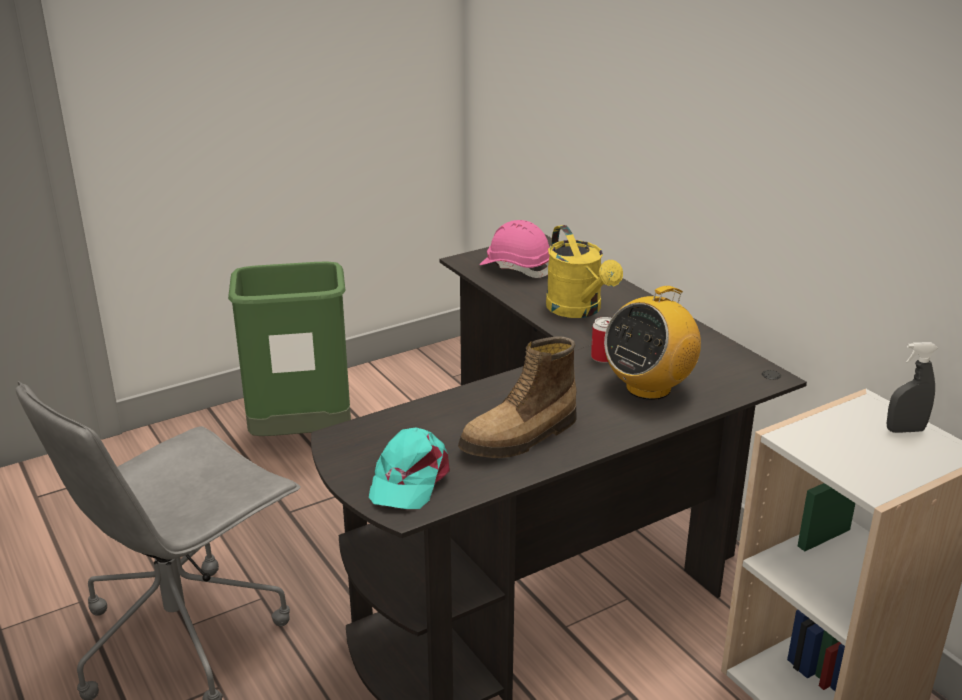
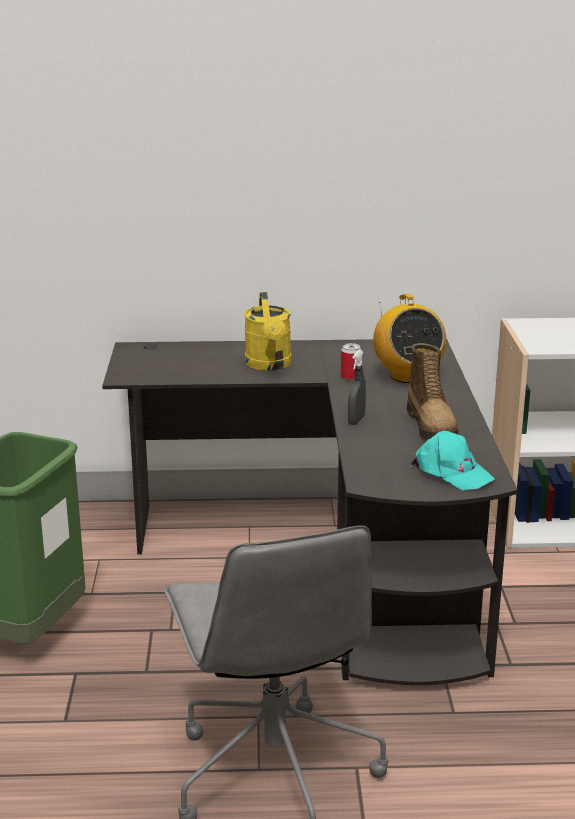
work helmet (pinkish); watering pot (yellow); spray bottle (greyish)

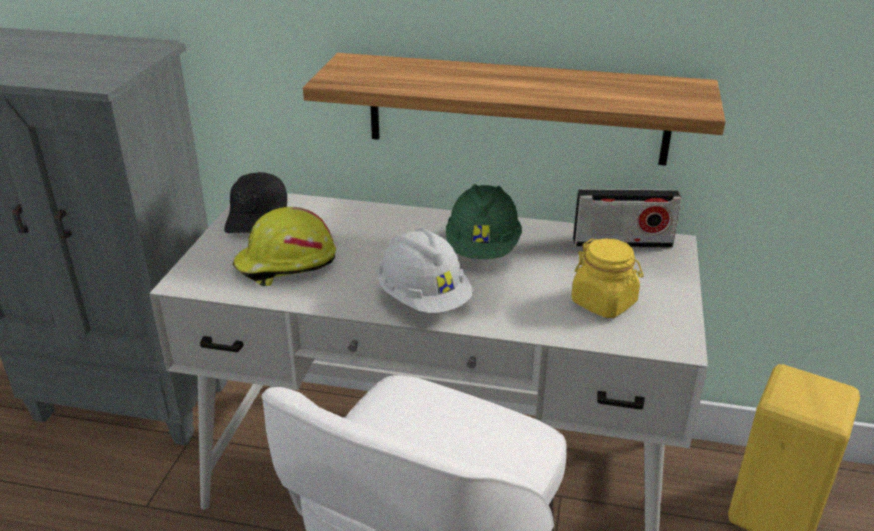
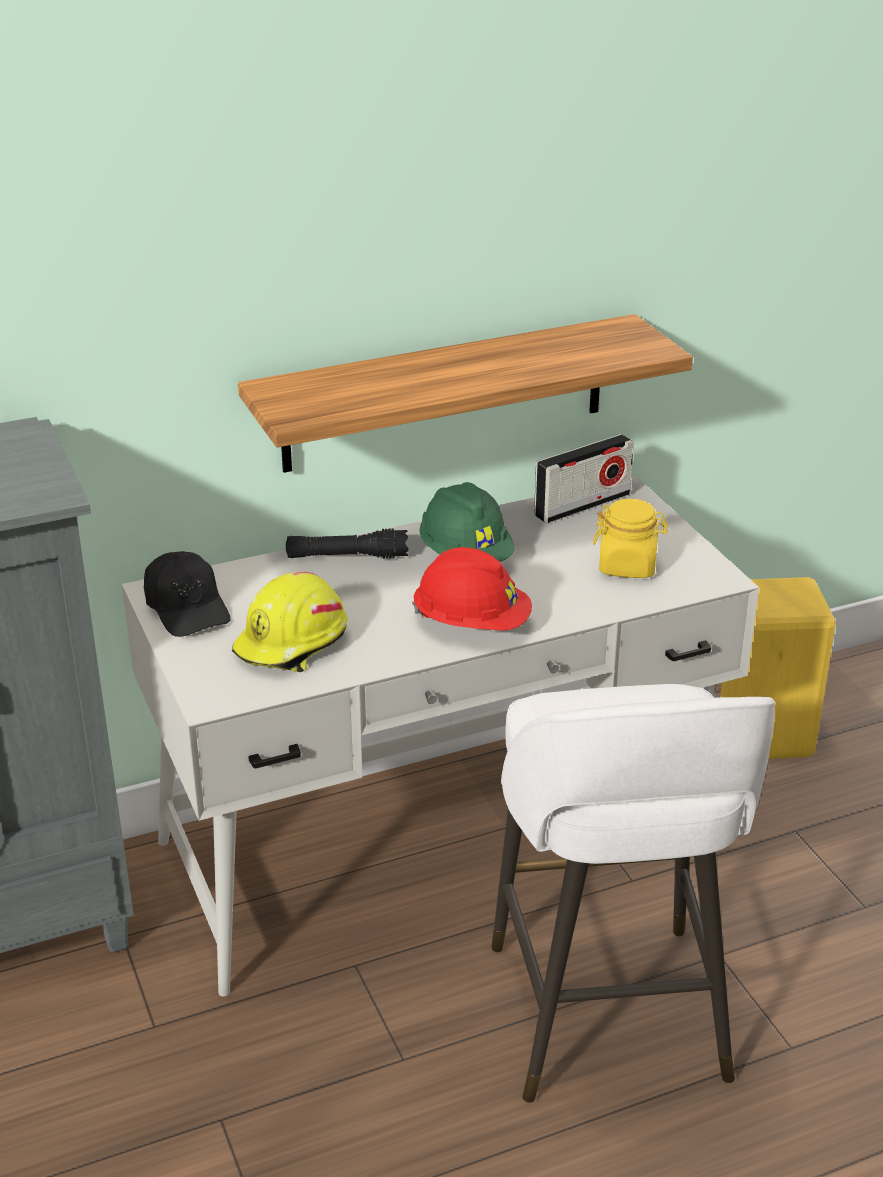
work helmet (red-coloured); flashlight (blackish)

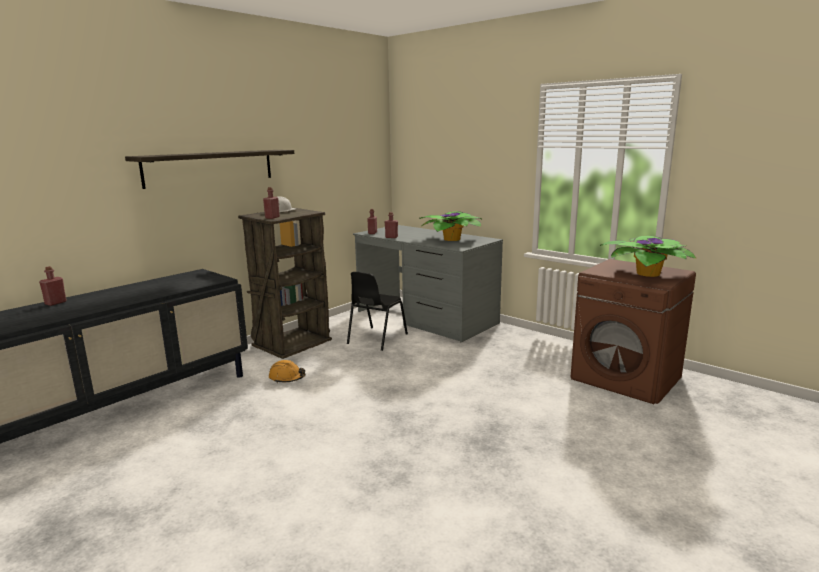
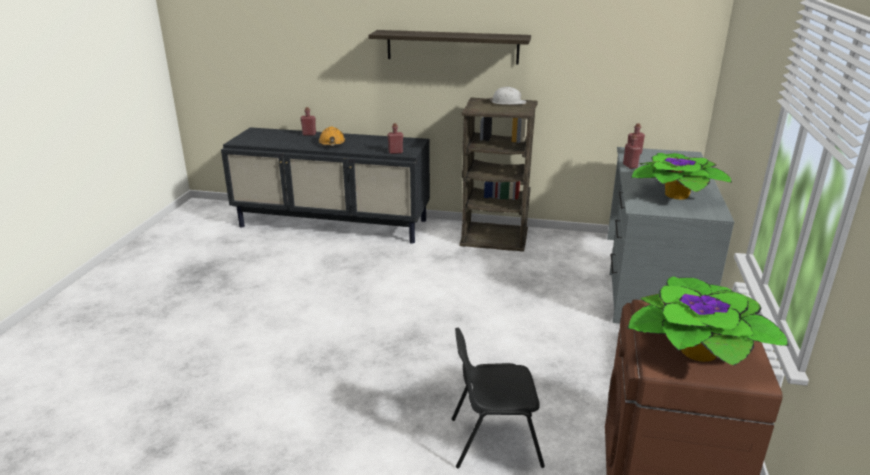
bottle (red-coloured) (2nd from left); work helmet (orangey); plain chair (blackish)

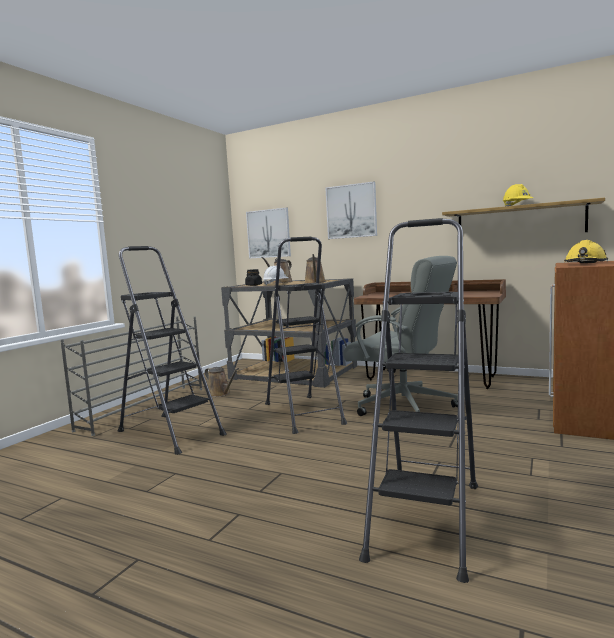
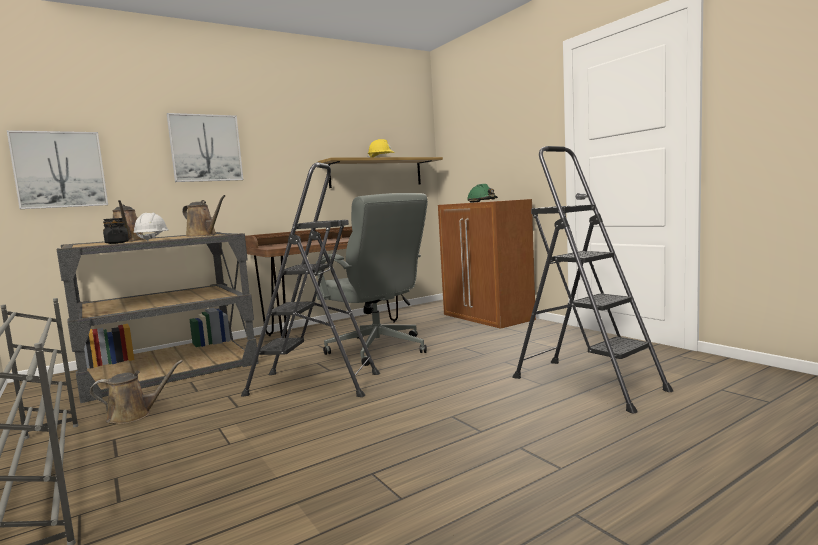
stepladder (1st from left in the first image); desk chair (greyish); work helmet (greenish)

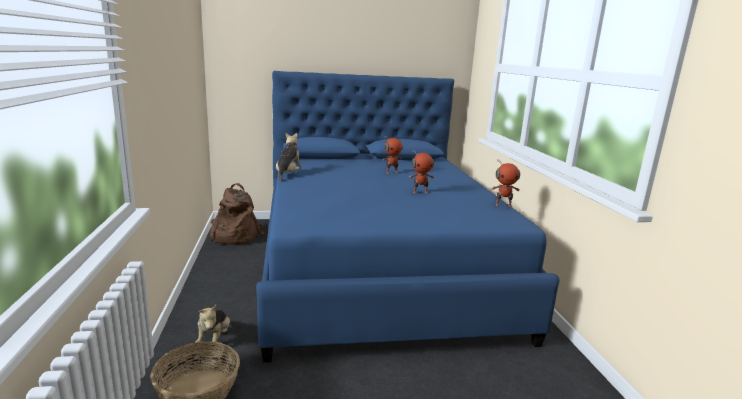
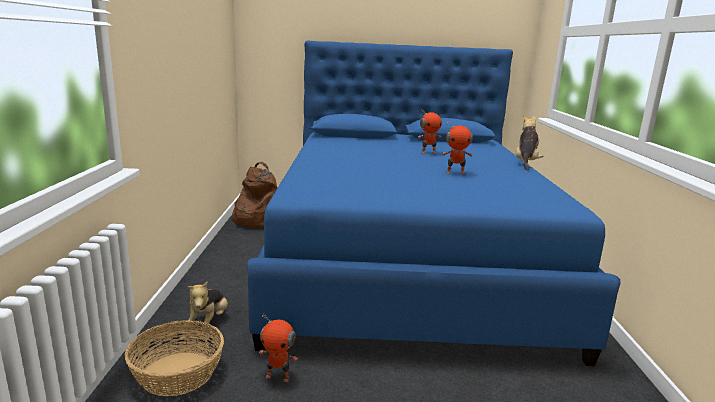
plush toy (2nd from left); toy robot (1st from left)

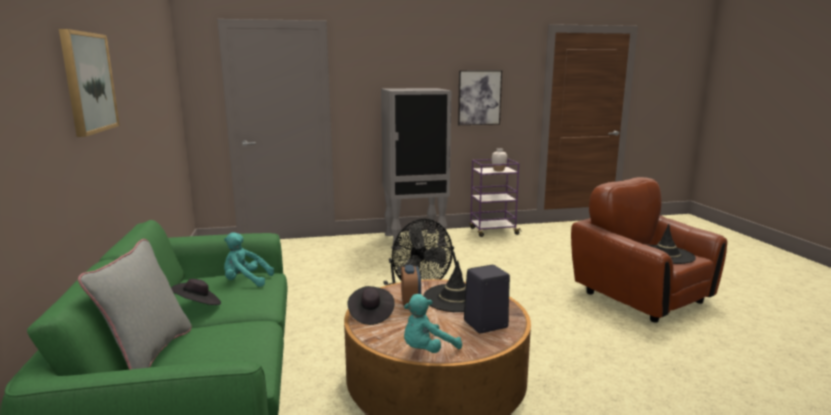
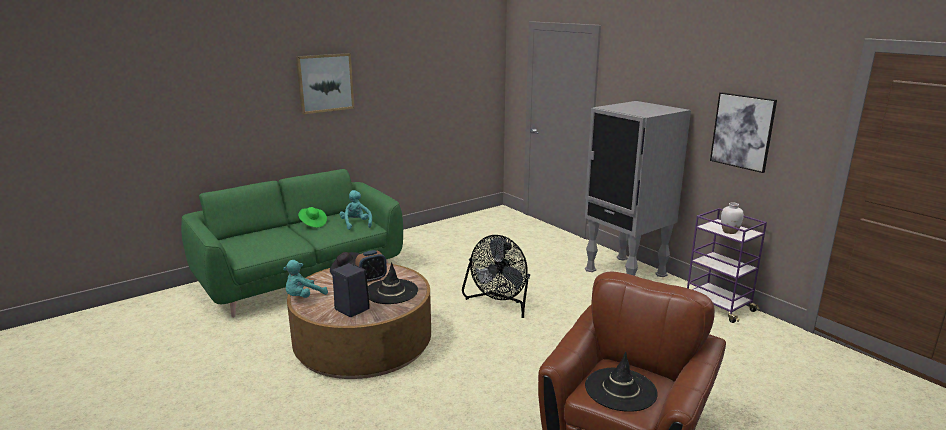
throw pillow (greyish); hat (greenish); plush toy (turquoise-coloured) (1st from left)

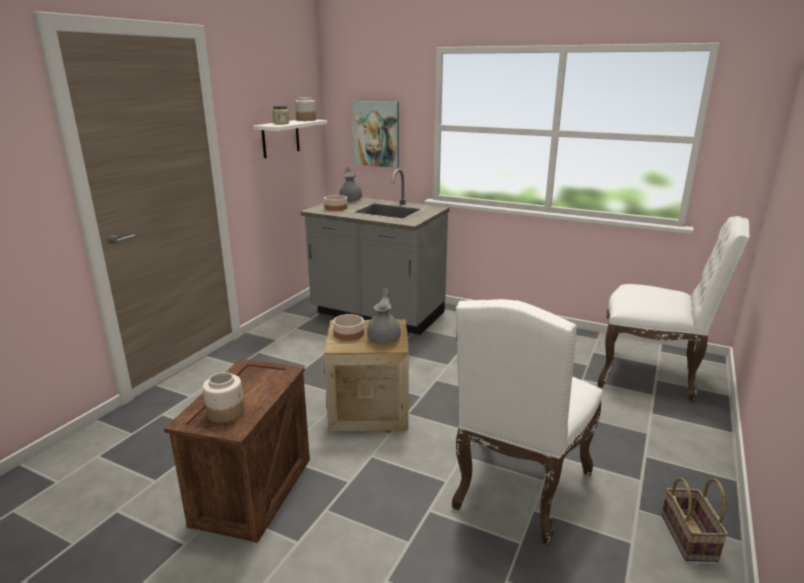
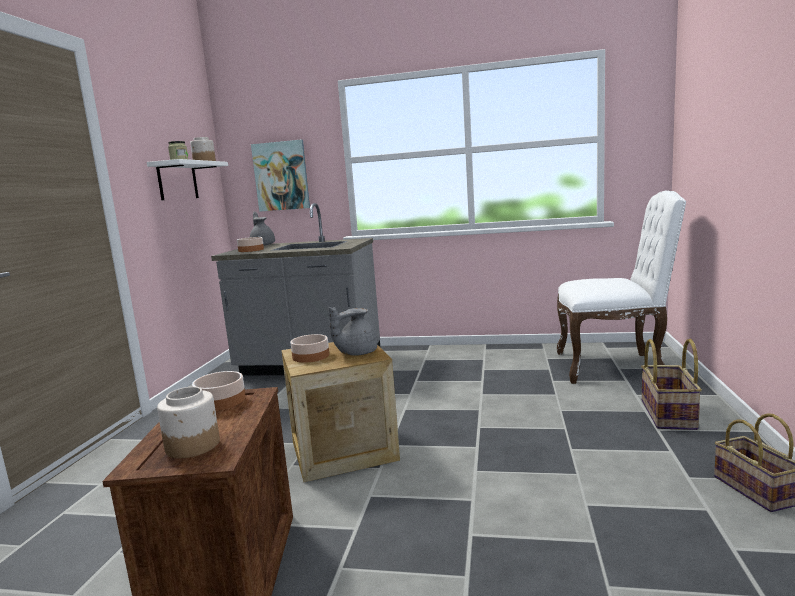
tea pot (greyish) (2nd from left); plain chair (whitish) (1st from left in the first image); serving bowl (1st from left); household basket (1st from left)

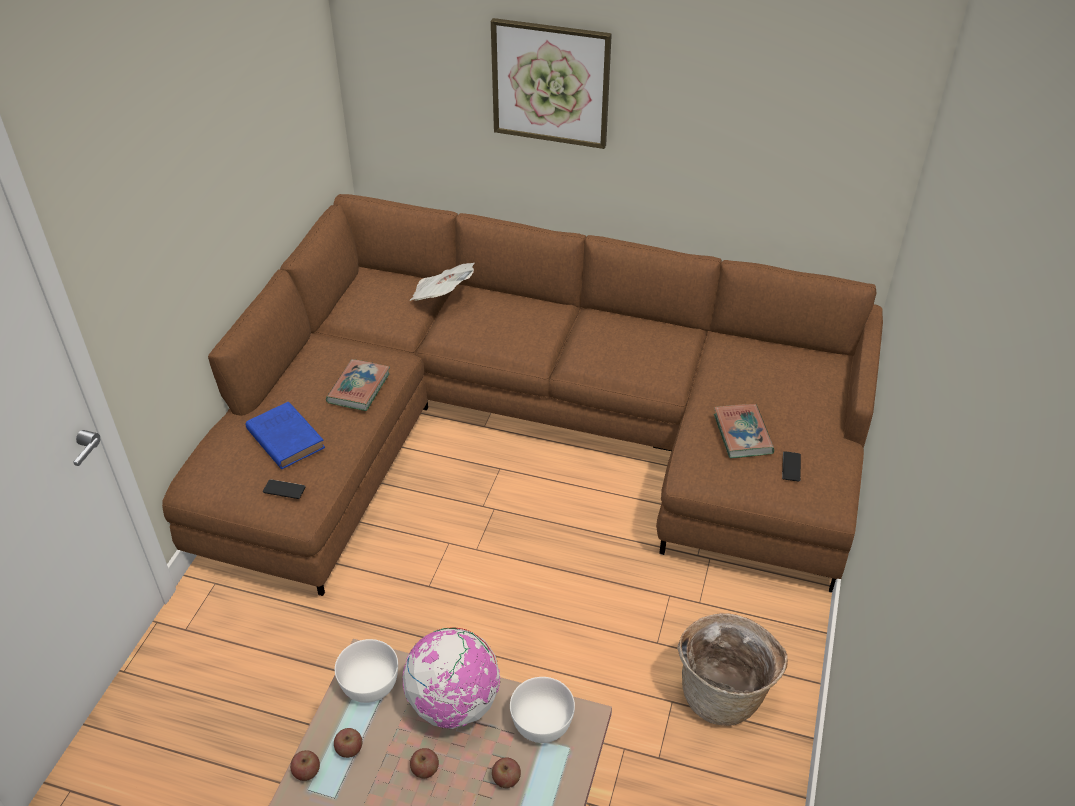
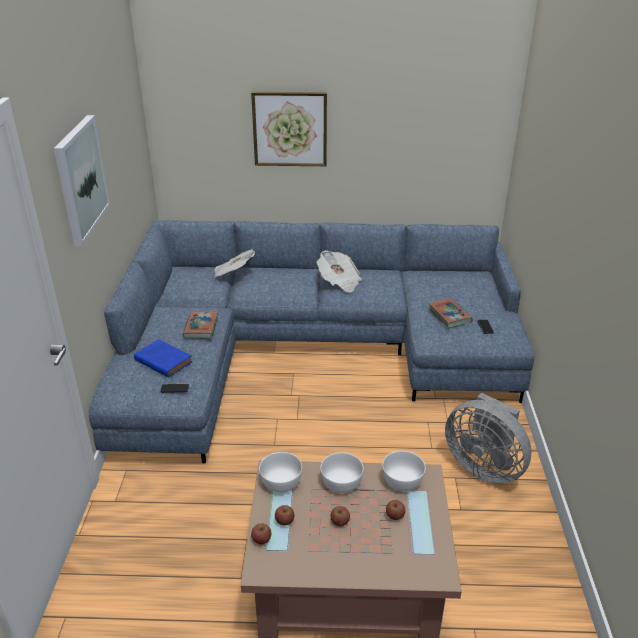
sofa (blue-coloured); serving bowl (whitish) (2nd from left); electric fan (greyish); picture (1st from left); printed paper (2nd from left)

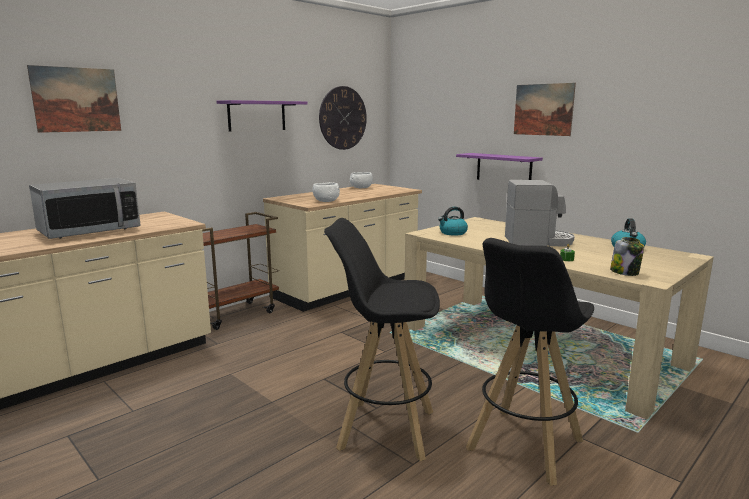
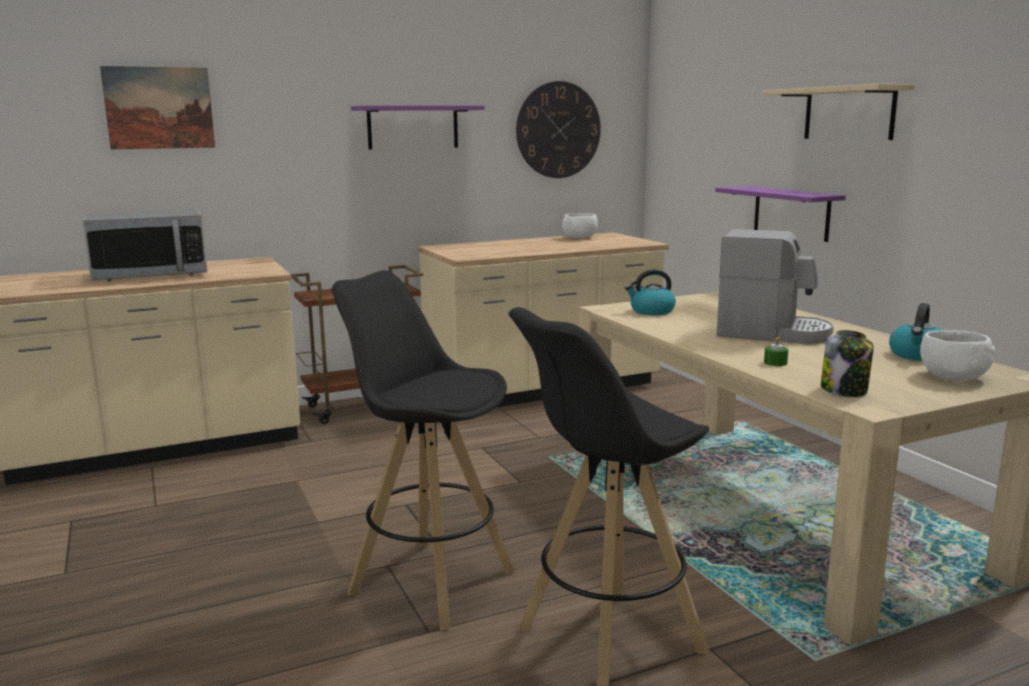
serving bowl (whitish) (2nd from left); shelf (beige-coloured)

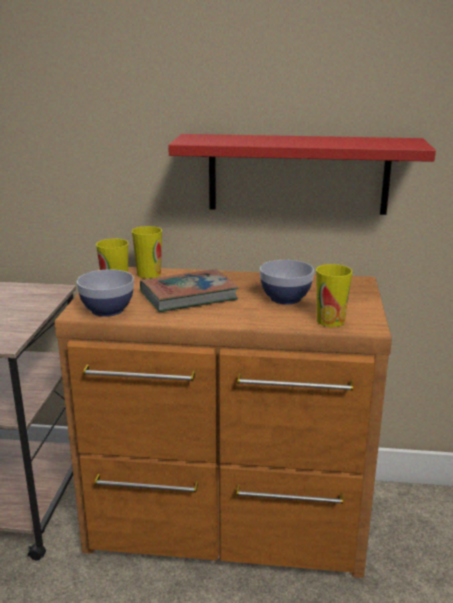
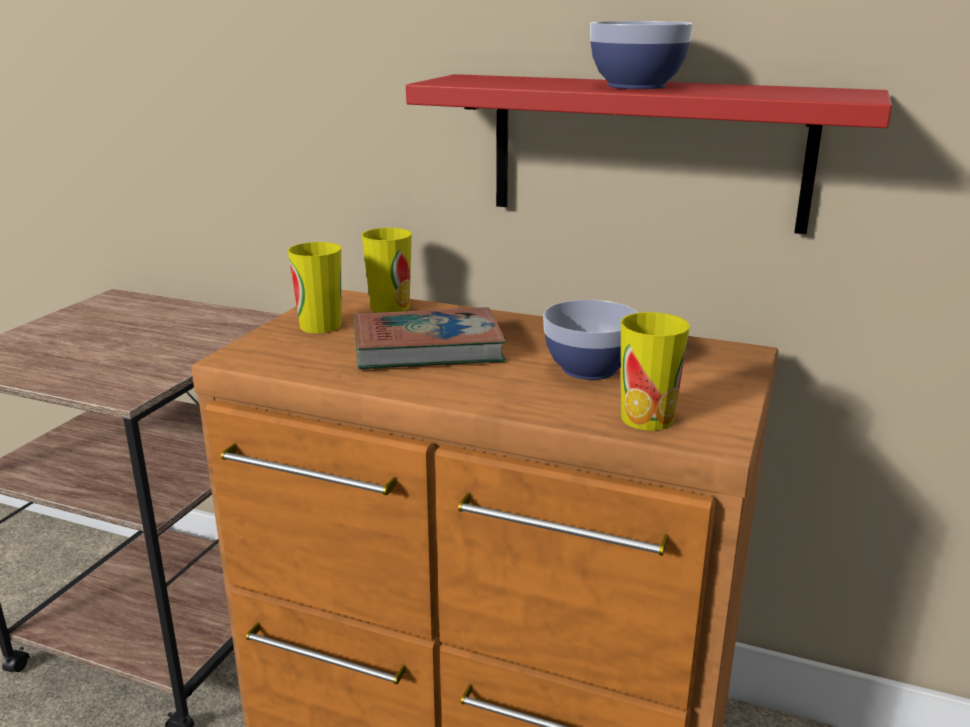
serving bowl (2nd from left)

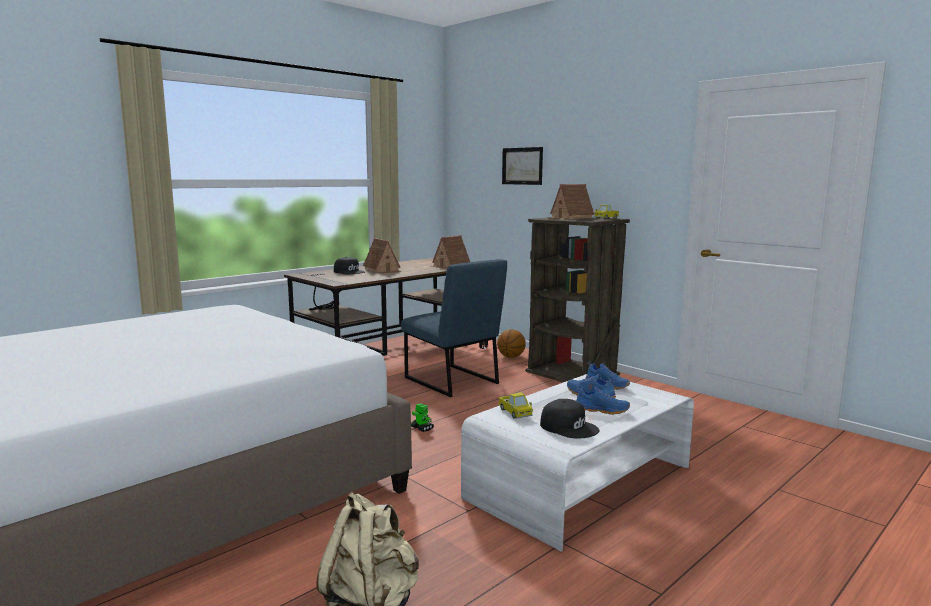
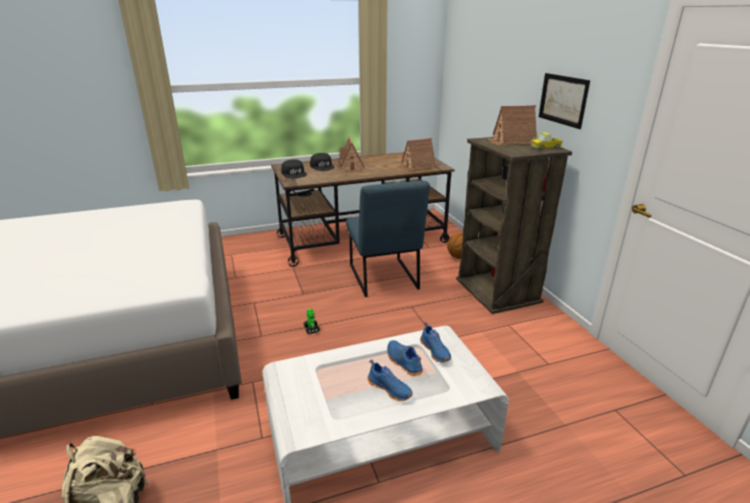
model truck (1st from left in the first image); picture; cap (blackish) (1st from left)

